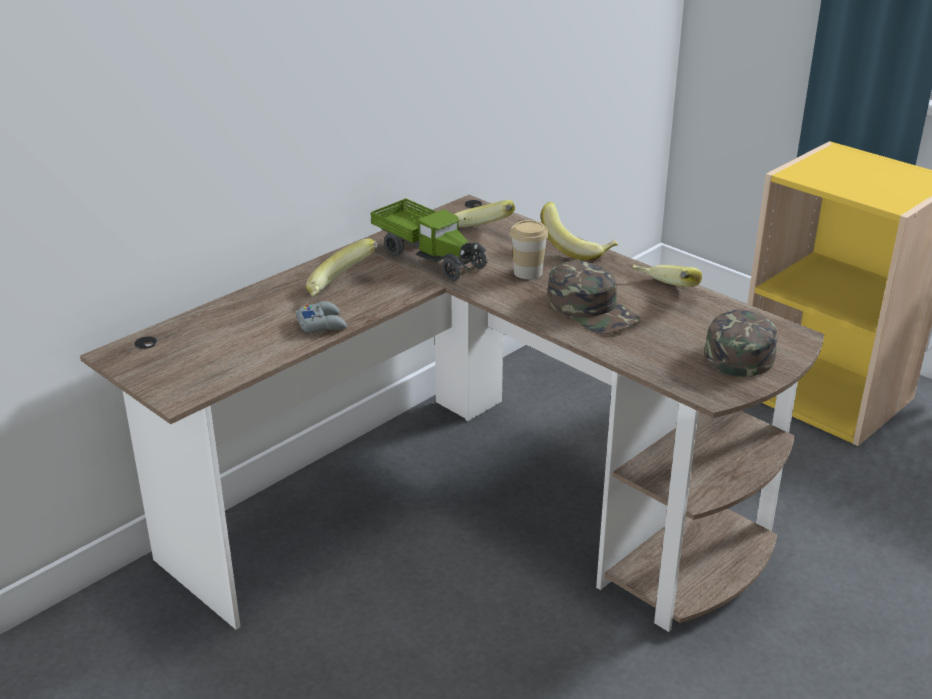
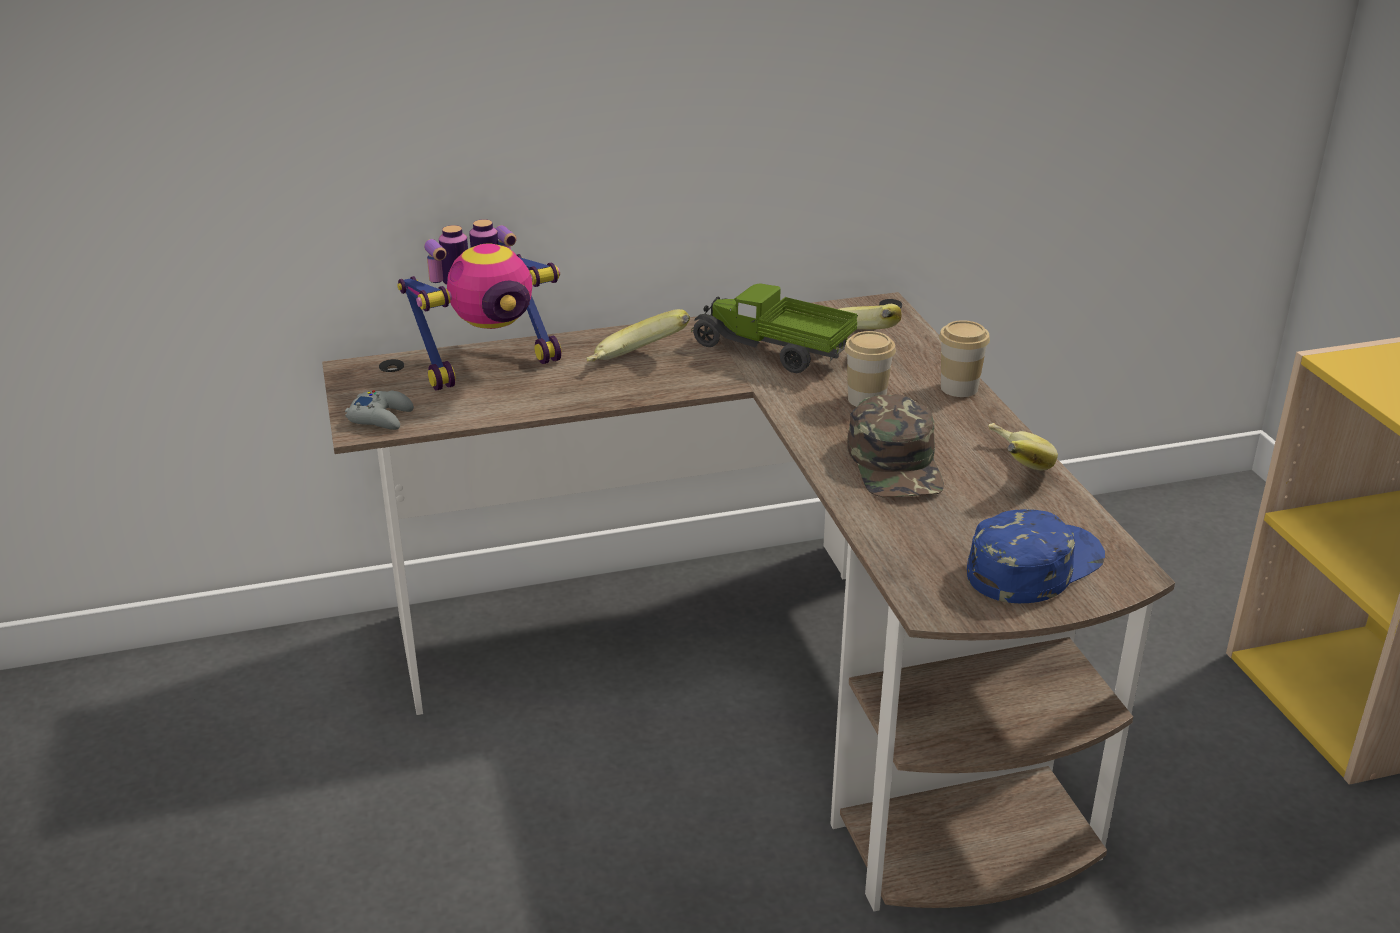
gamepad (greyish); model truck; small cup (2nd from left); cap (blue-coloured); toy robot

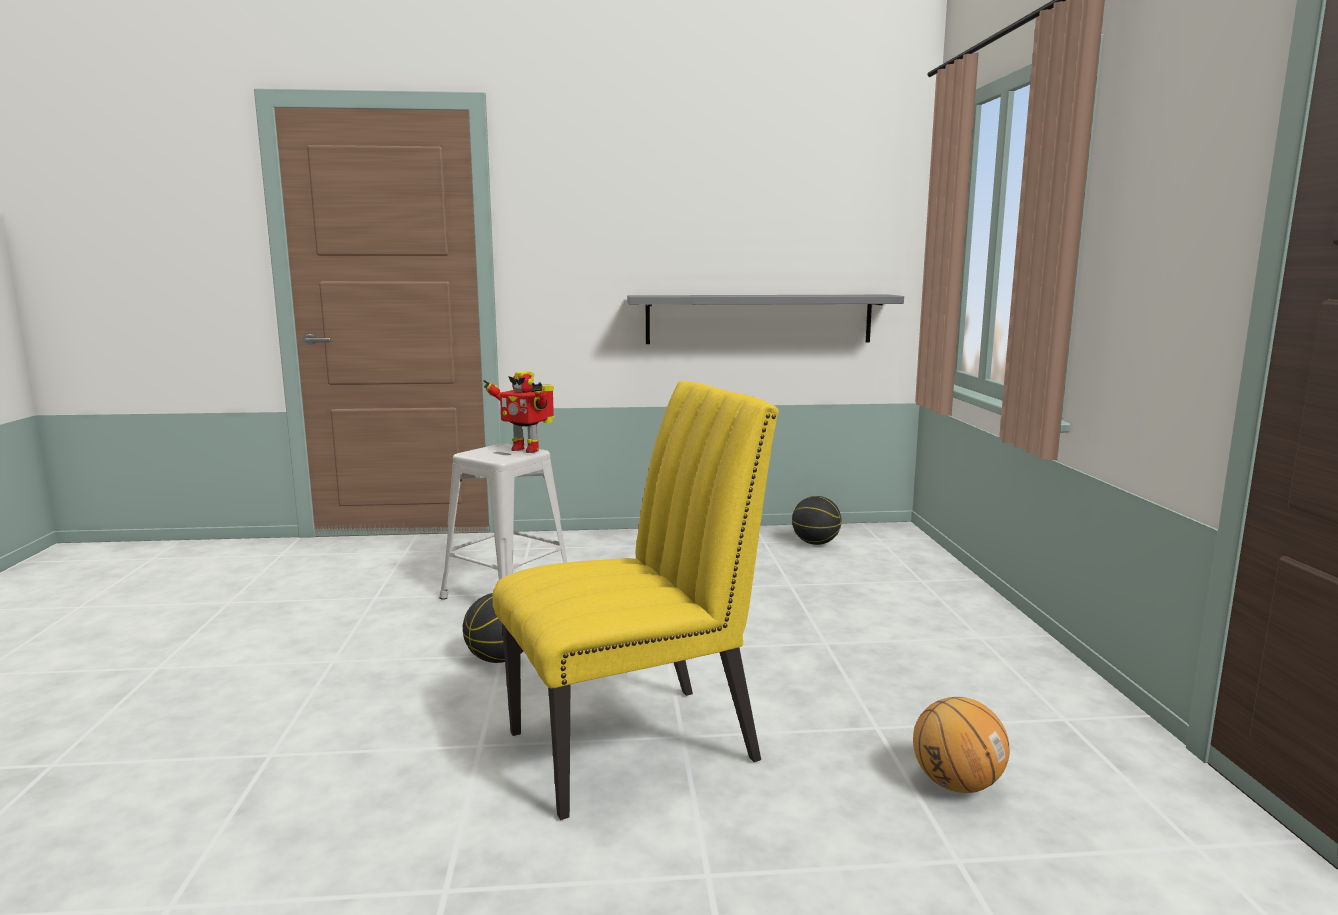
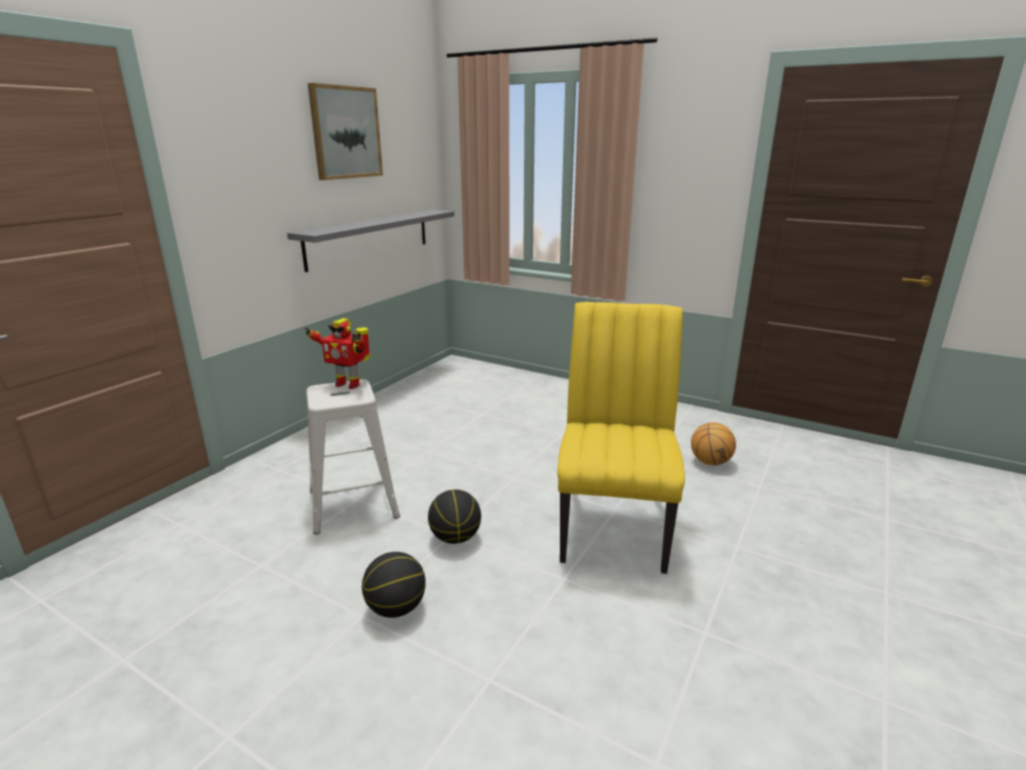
toy robot; basketball (1st from left); picture

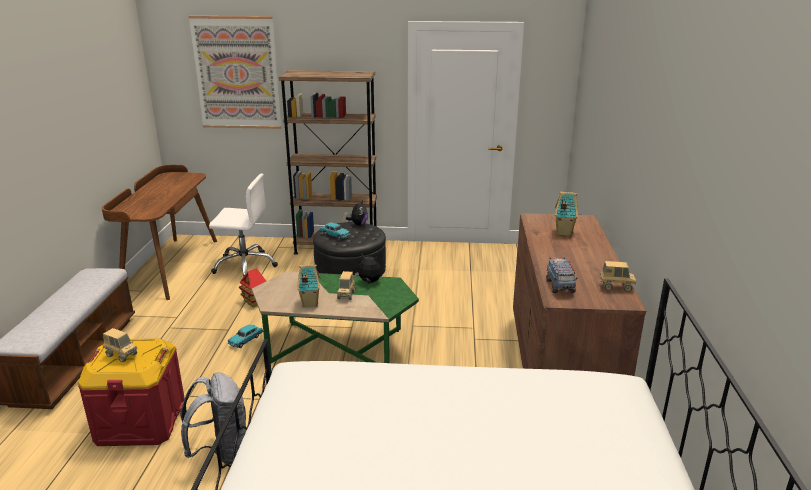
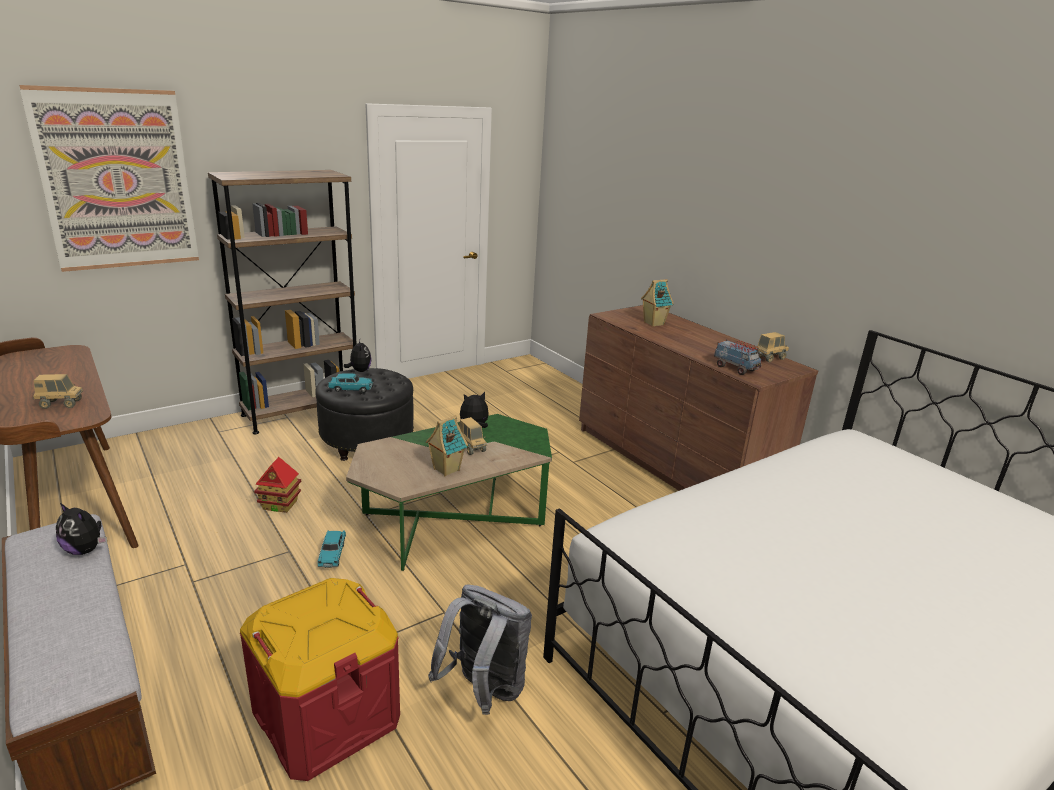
model truck (1st from left); desk chair (whitish); plush toy (1st from left)

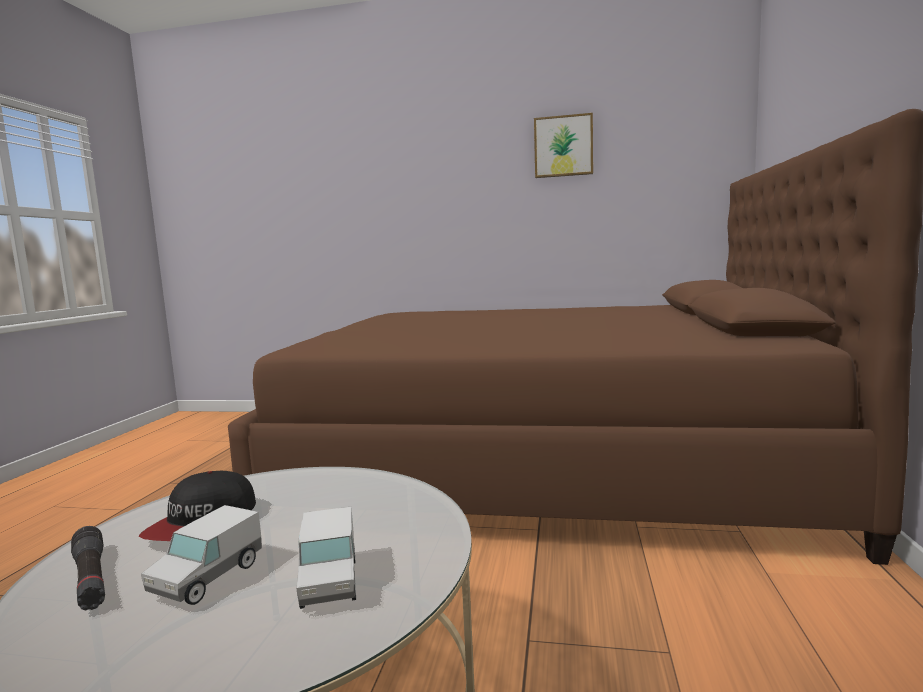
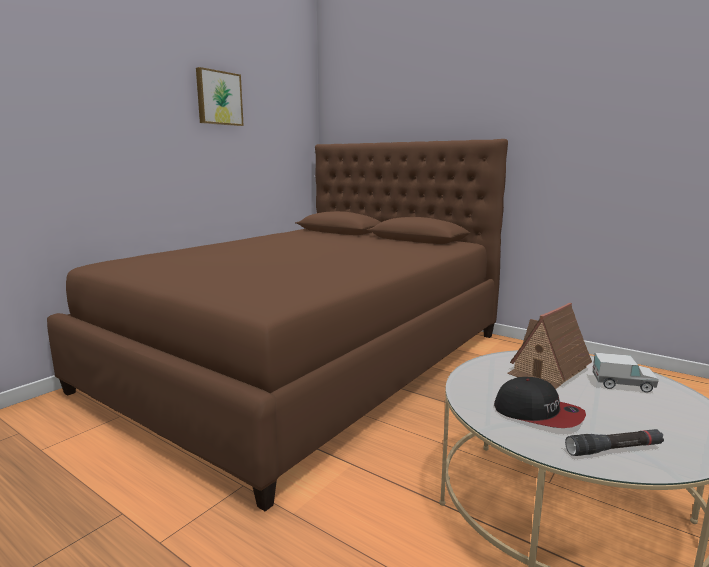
model truck (1st from left in the first image); miniature house

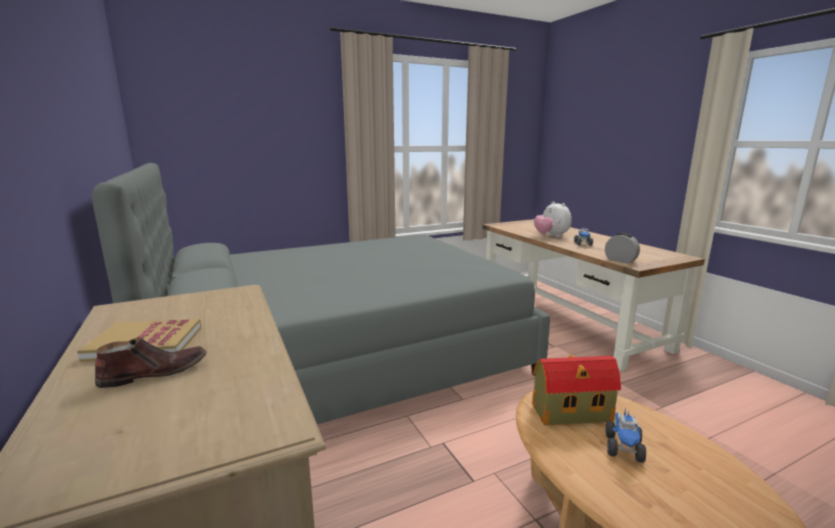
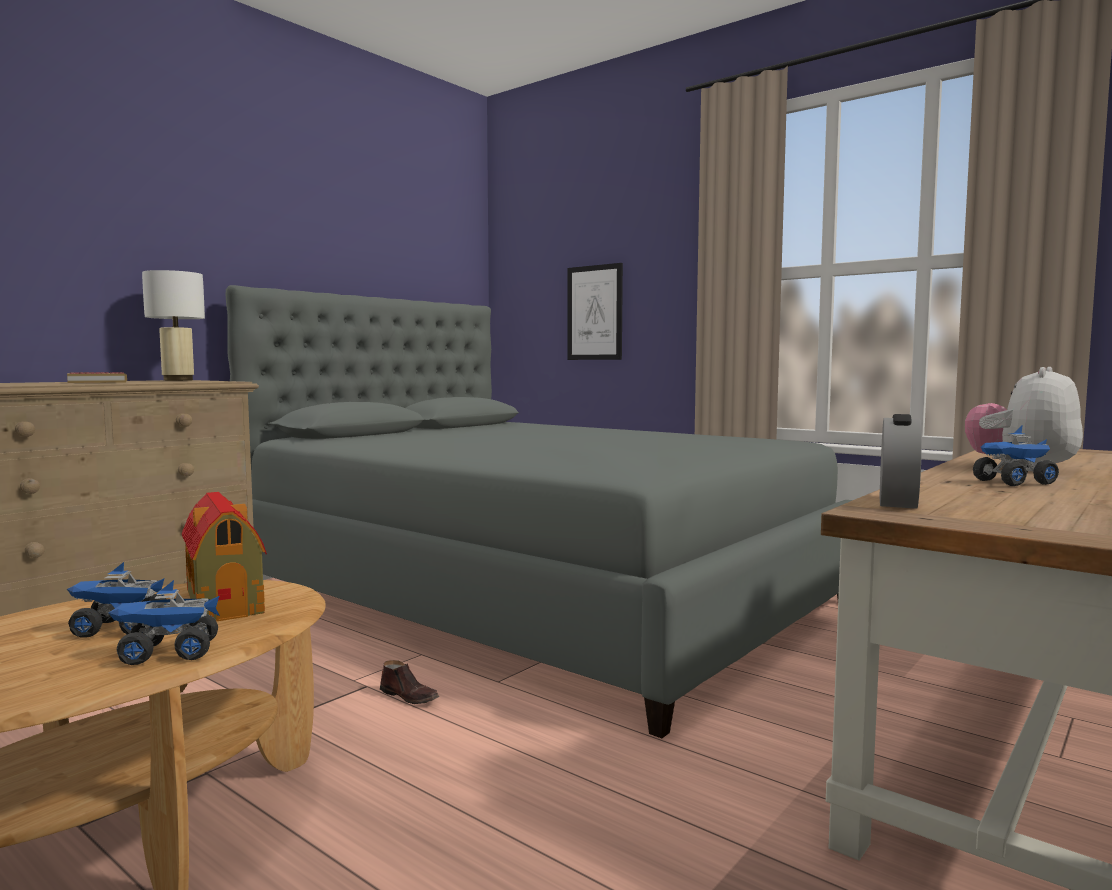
item of footwear (brownish); model truck (2nd from left); lamp for a table (whitish); picture

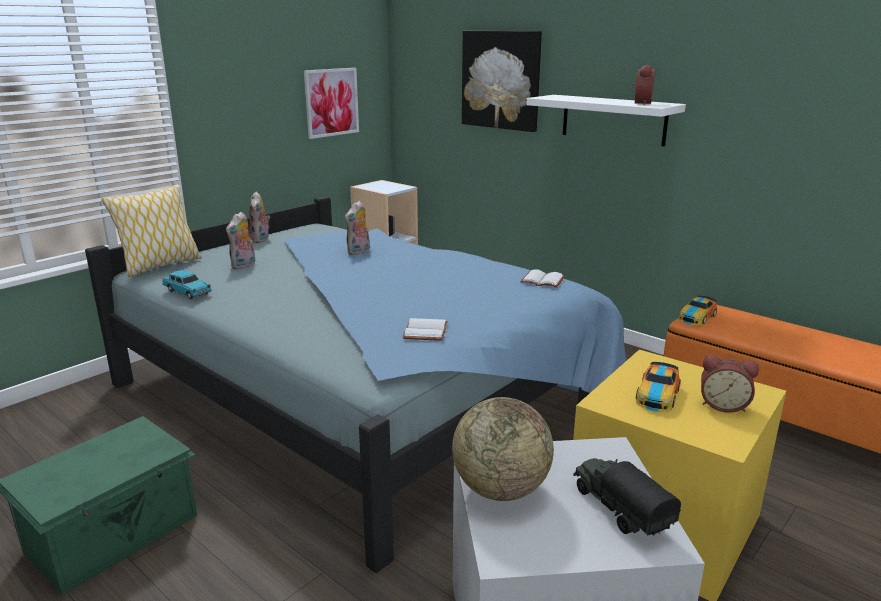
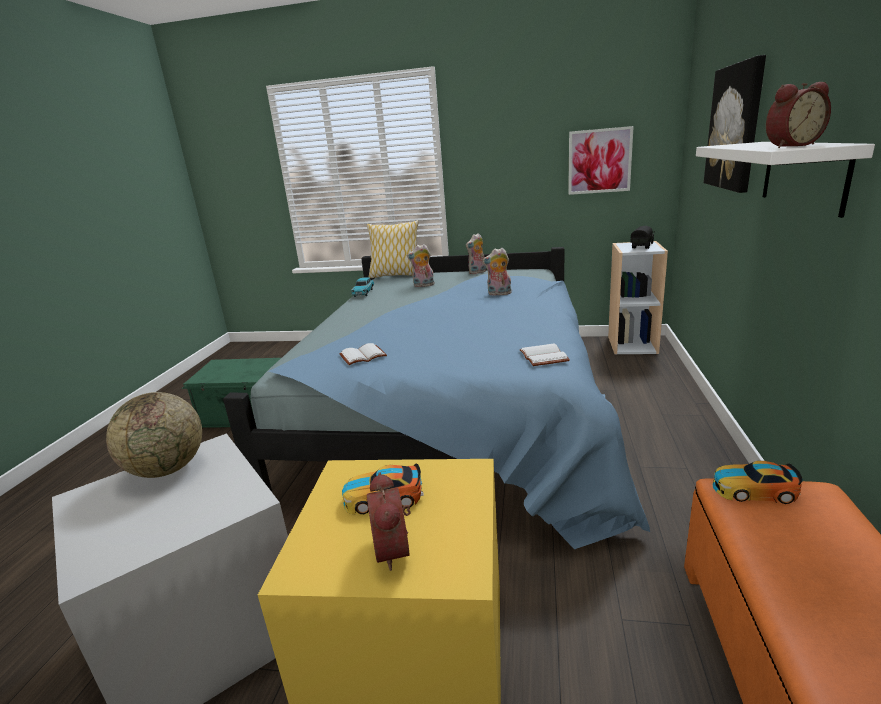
model truck

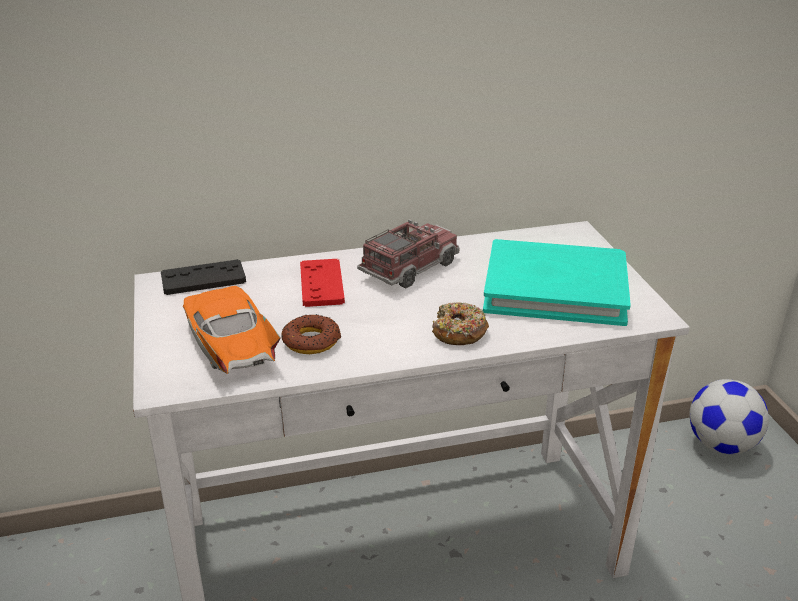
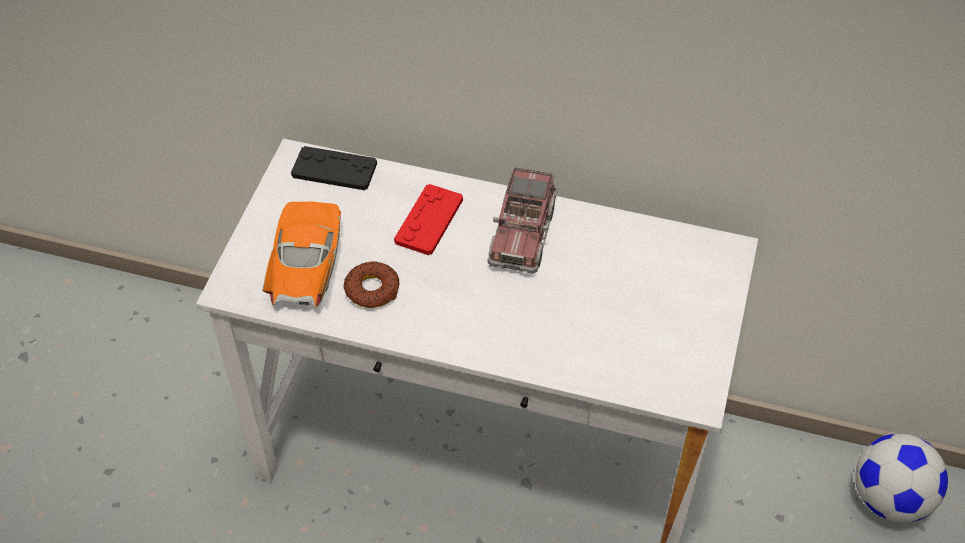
model truck; donut (2nd from left in the first image); bound book (turquoise-coloured)

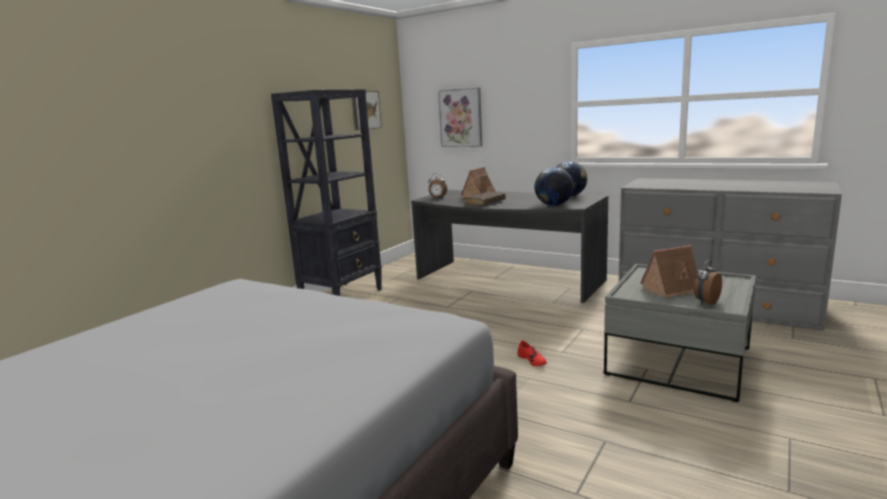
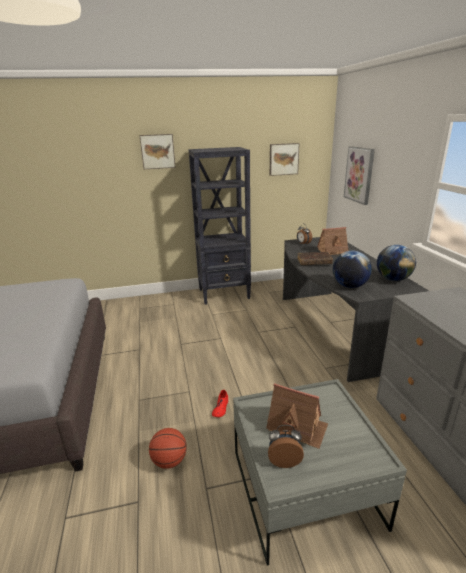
picture (1st from left); basketball

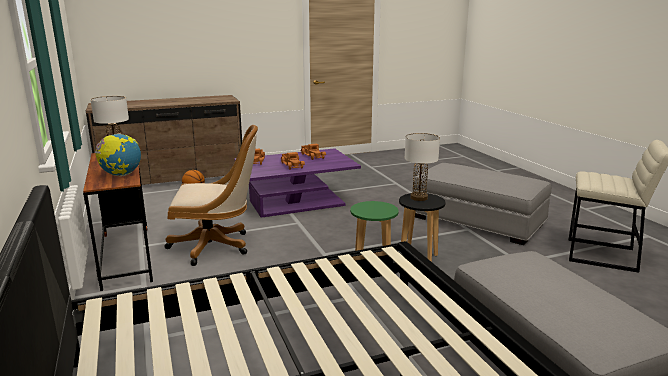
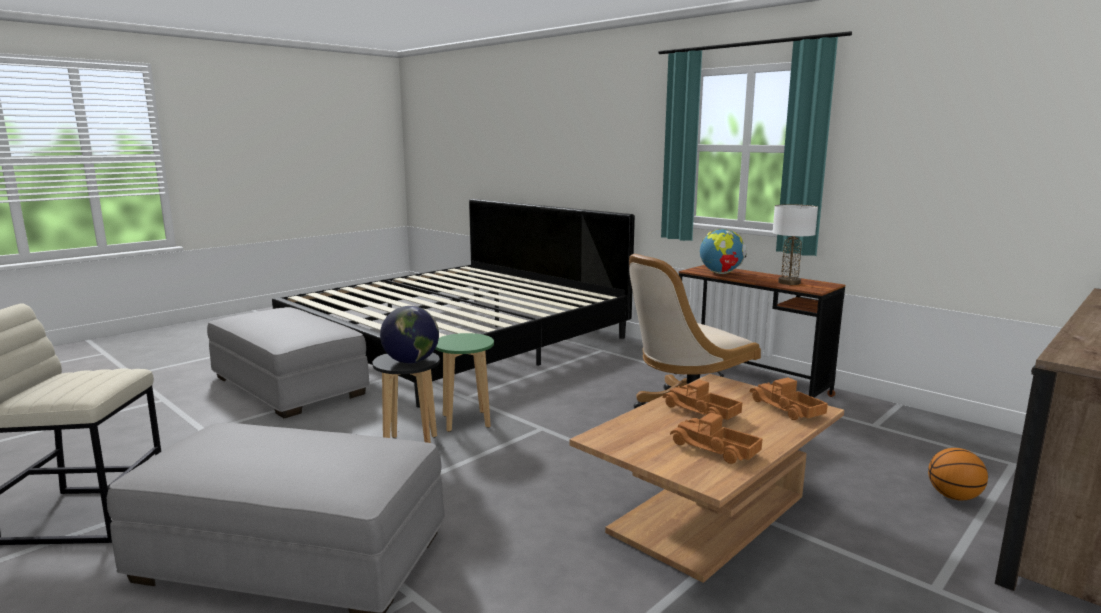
low table (brownish); globe (1st from left)

